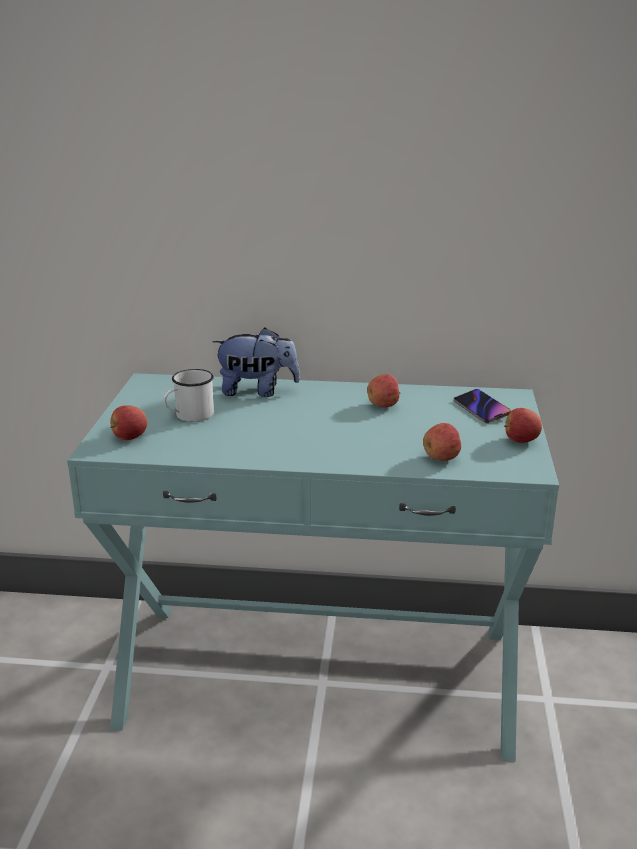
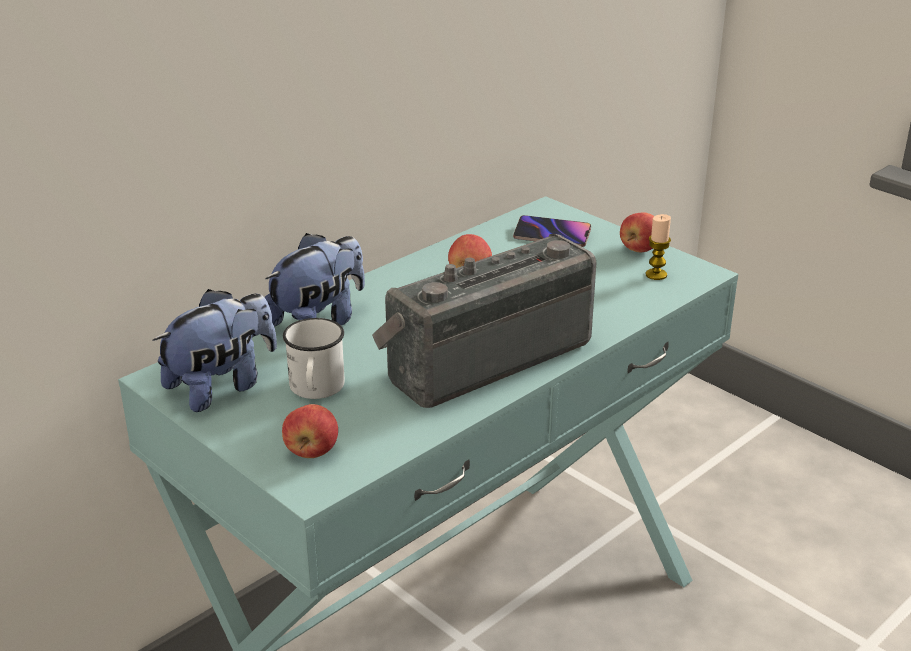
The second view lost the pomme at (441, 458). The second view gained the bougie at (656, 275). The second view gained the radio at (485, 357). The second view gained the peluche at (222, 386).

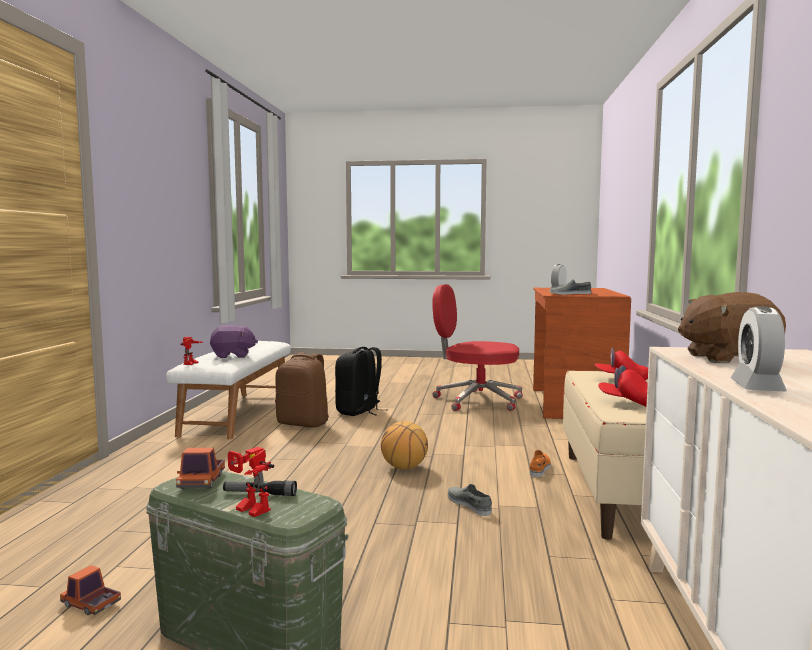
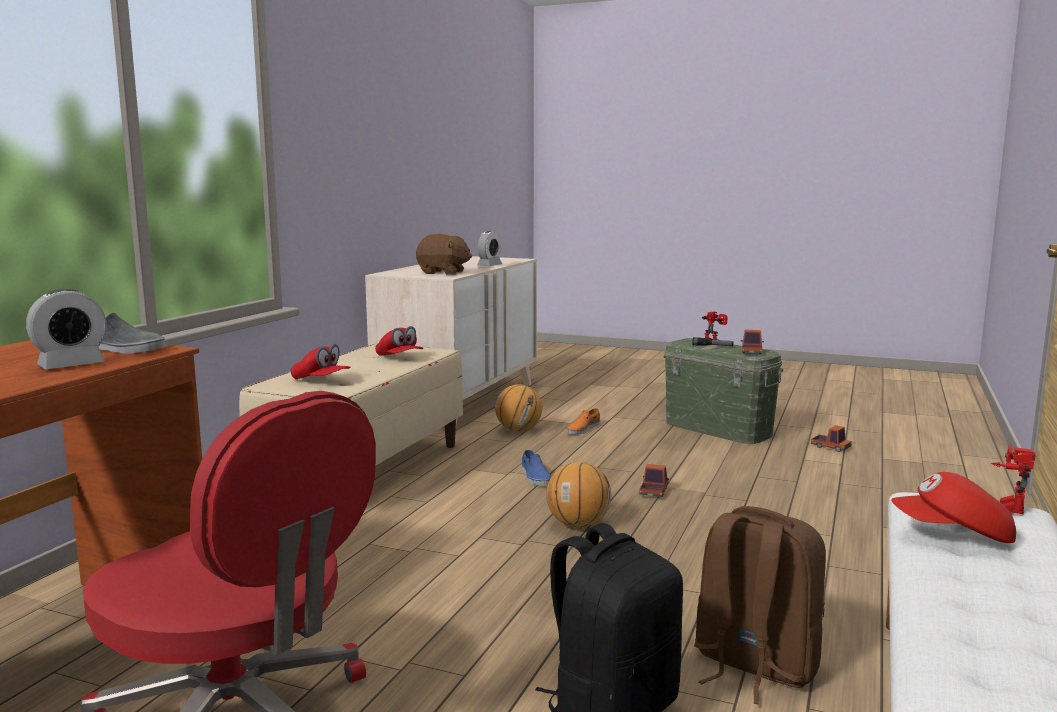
Where the peluche [violet] stood at (233, 356), the casquette [rouge] came to stand at (953, 534). The chaussure [orange] ended up elsewhere, having gone from (539, 468) to (583, 429). What was the chaussure [gris] at (469, 504) turned into the chaussure [bleu] at (535, 477). The second view gained the ballon de basket at (519, 430). The second view gained the camion jouet at (654, 491).

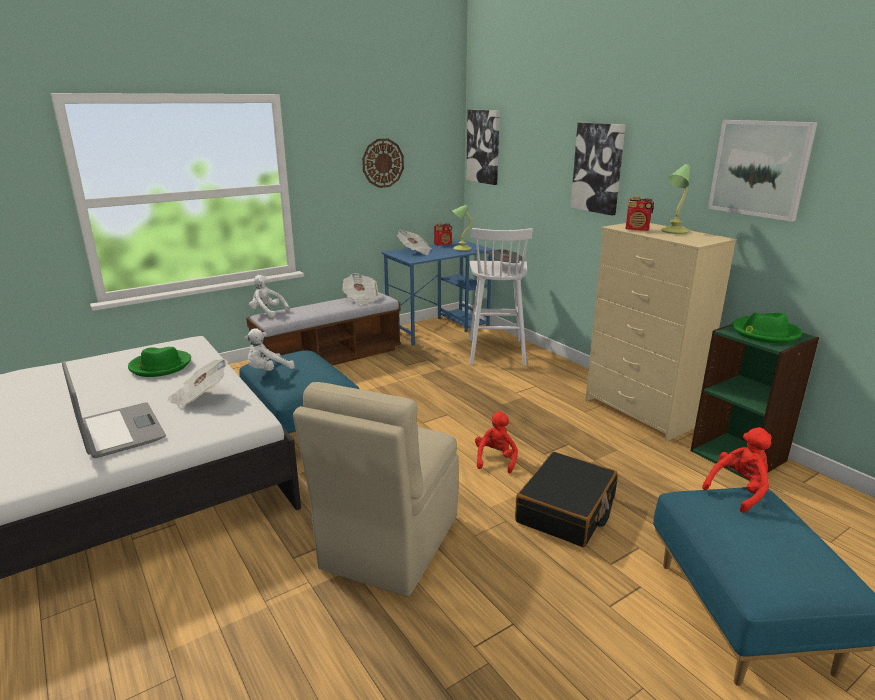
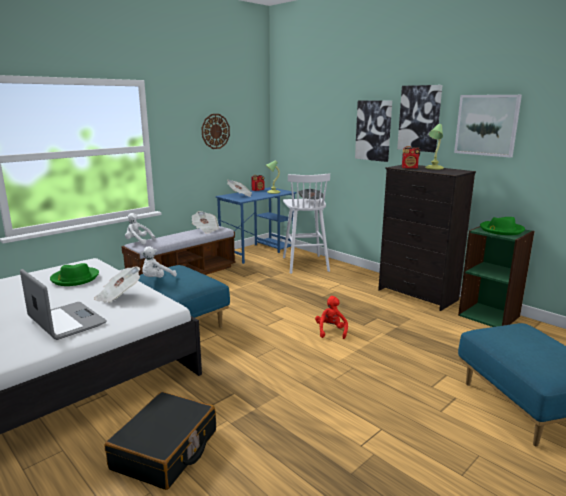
The tableau ended up elsewhere, having gone from (484, 146) to (419, 118). What was the commode [beige] at (640, 413) turned into the commode [noir] at (417, 295). The second view lost the chaise [beige] at (388, 544). The second view lost the peluche [rouge] at (738, 491). The valise [noir] ended up elsewhere, having gone from (566, 510) to (165, 450).

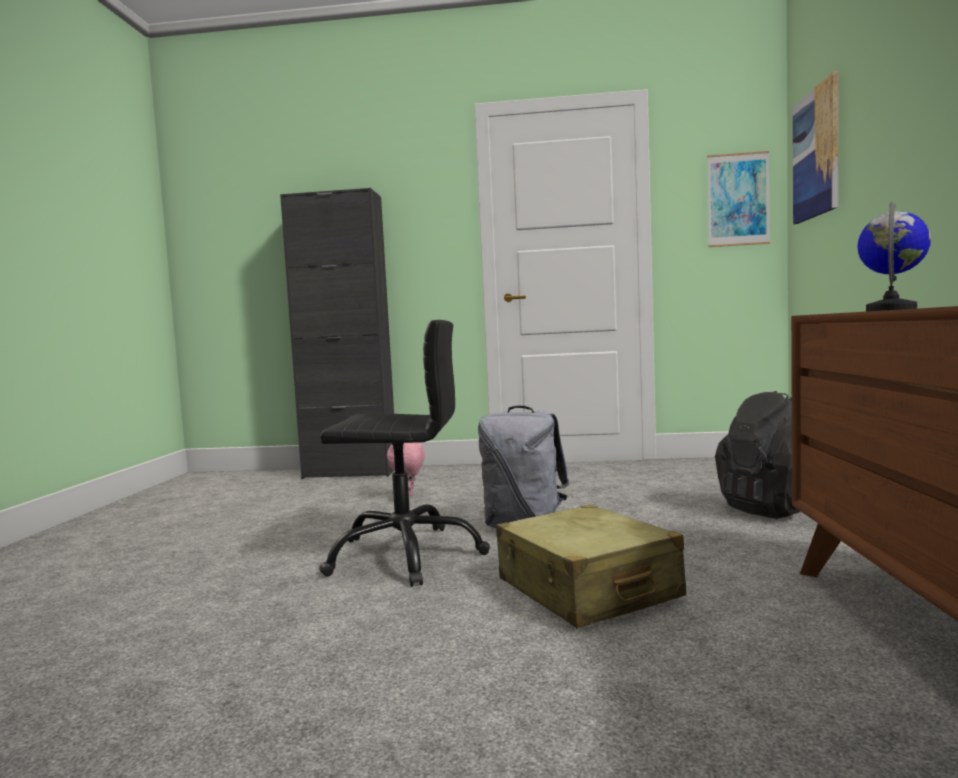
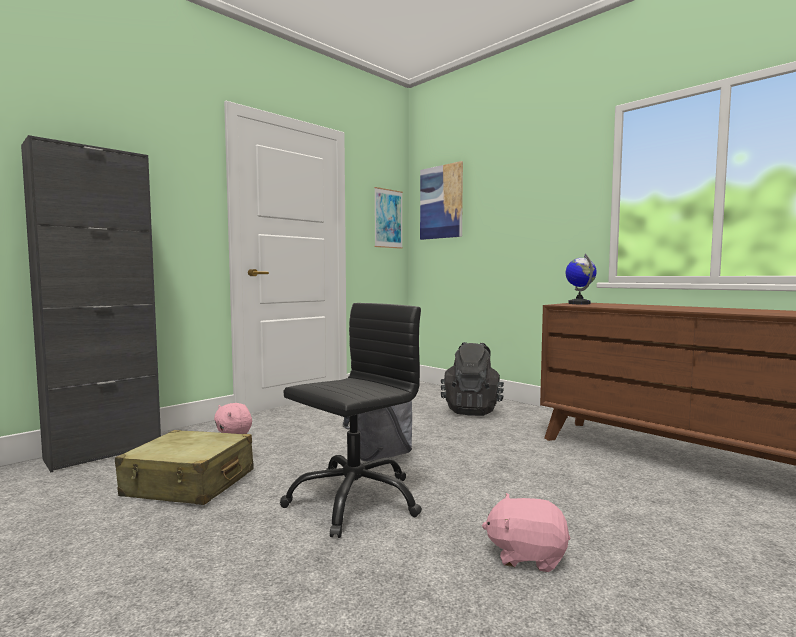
The valise [beige] ended up elsewhere, having gone from (586, 589) to (189, 484). The second view gained the peluche [rose] at (526, 555).

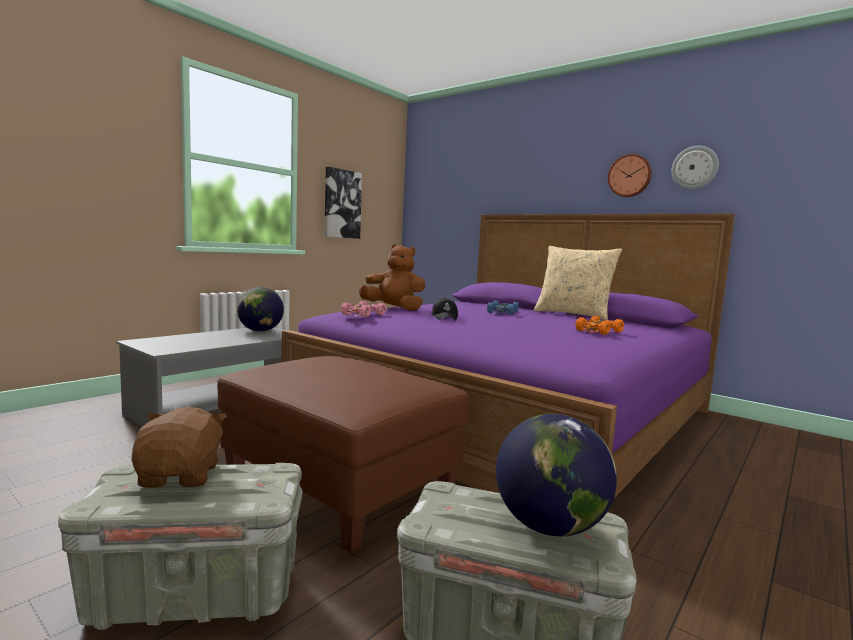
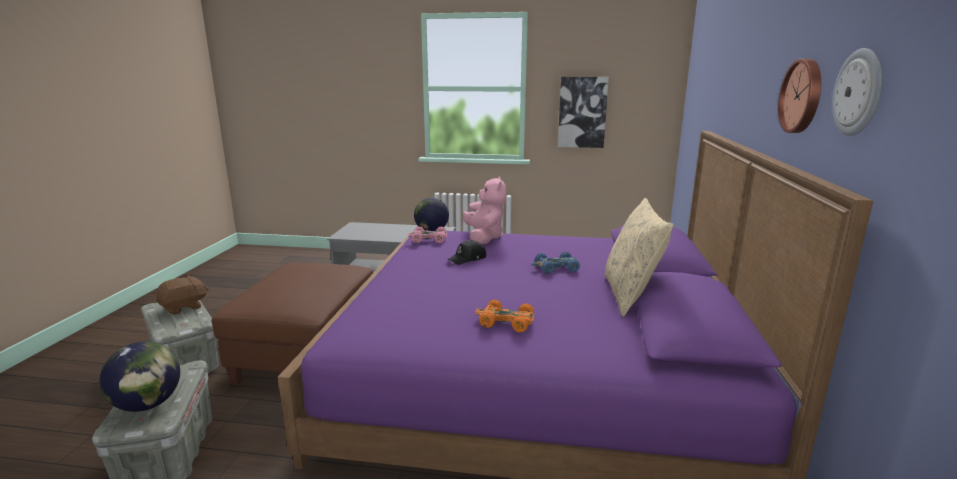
What was the peluche [marron] at (394, 309) turned into the peluche [rose] at (484, 237).

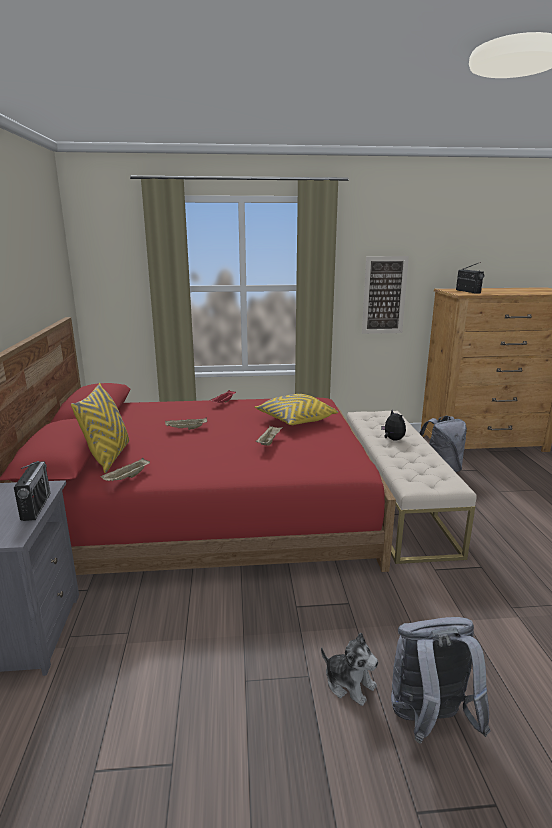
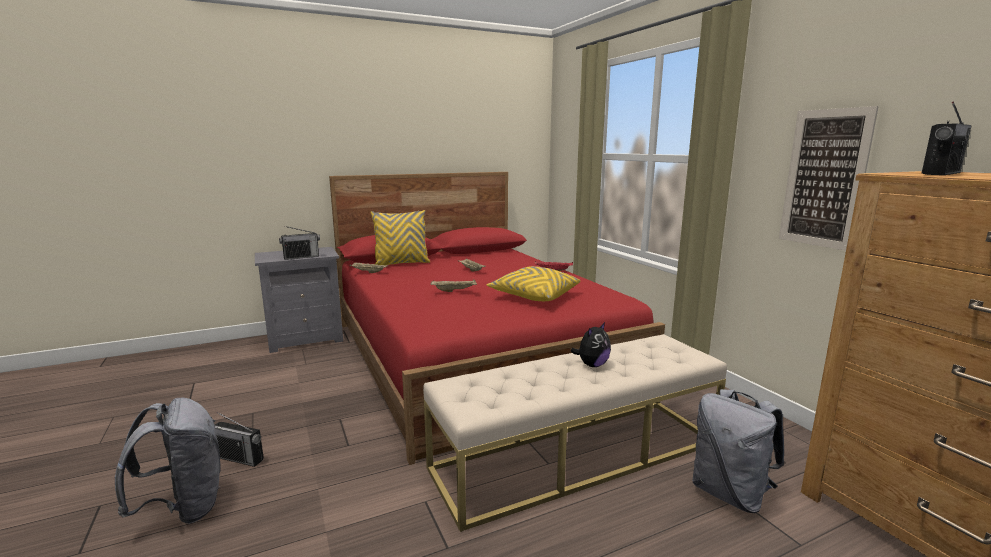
Where the peluche stood at (349, 683), the radio came to stand at (239, 458).

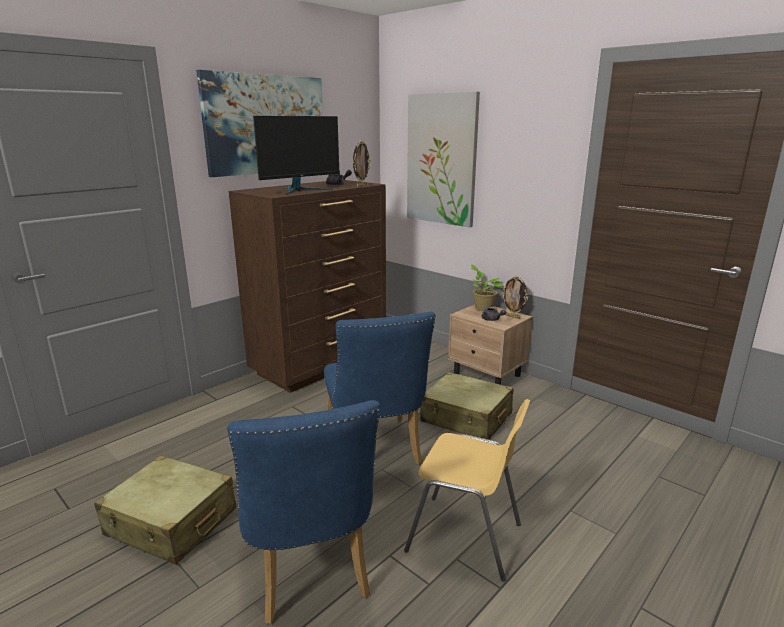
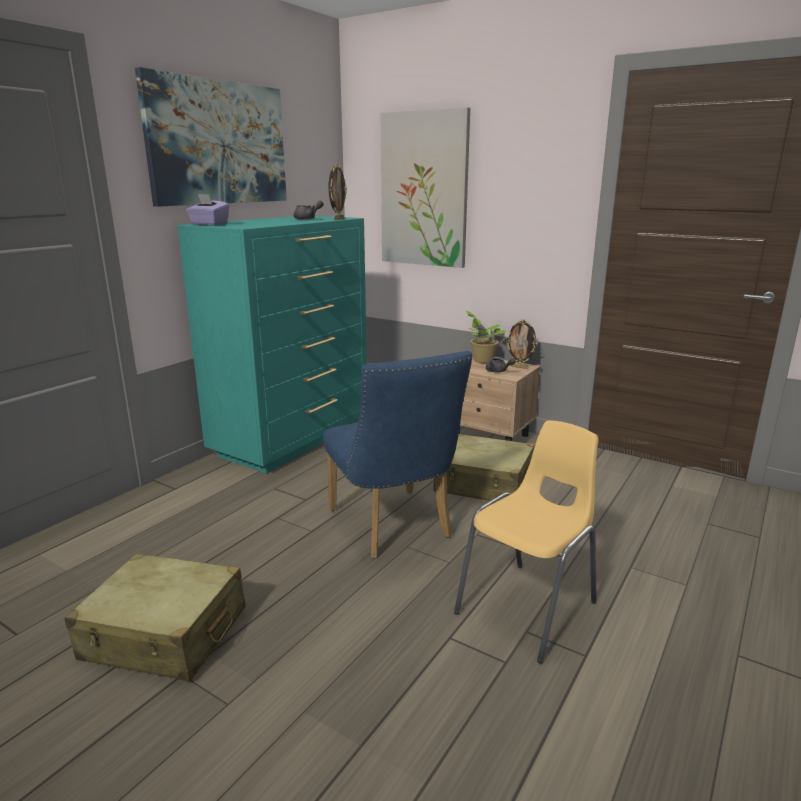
The second view lost the écran d'ordinateur at (301, 190). What was the commode [marron] at (321, 364) turned into the commode [turquoise] at (294, 439). The chaise [jaune] at (465, 537) ended up facing another way, 60 degrees counterclockwise from before. The second view lost the chaise [bleu] at (309, 573). The second view gained the boîte à mouchoirs [violet] at (209, 224).

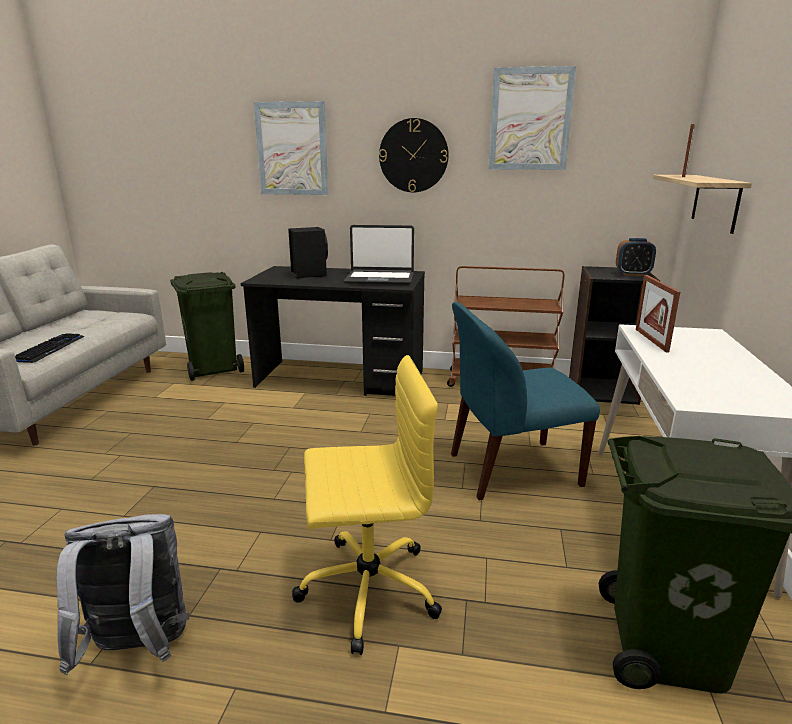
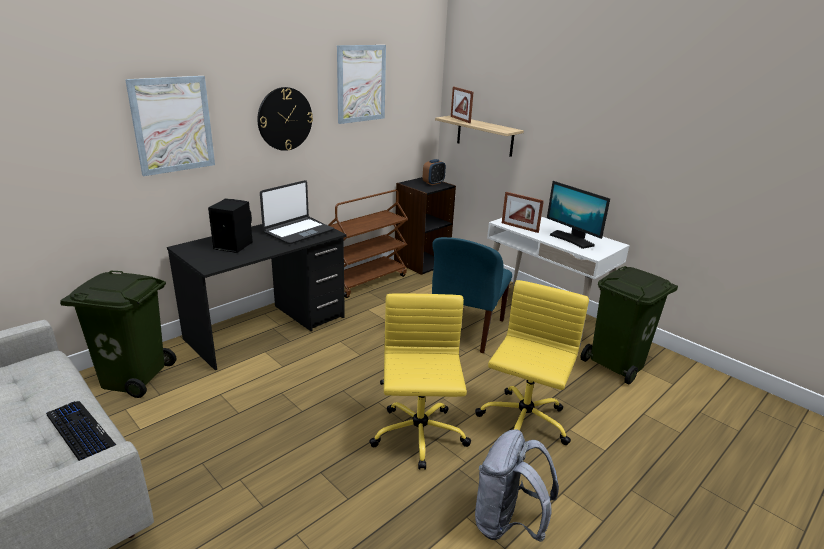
The second view gained the écran d'ordinateur at (572, 239). The second view gained the chaise de bureau [jaune] at (419, 436).

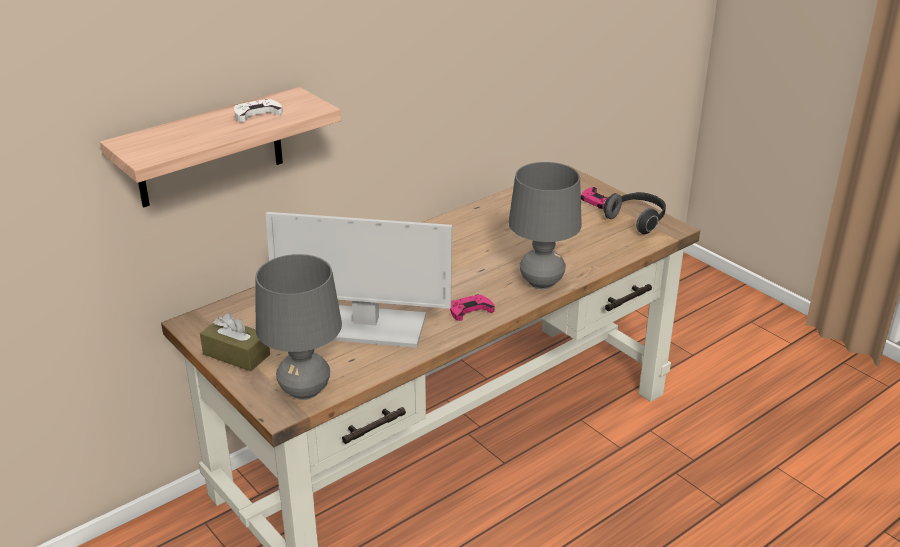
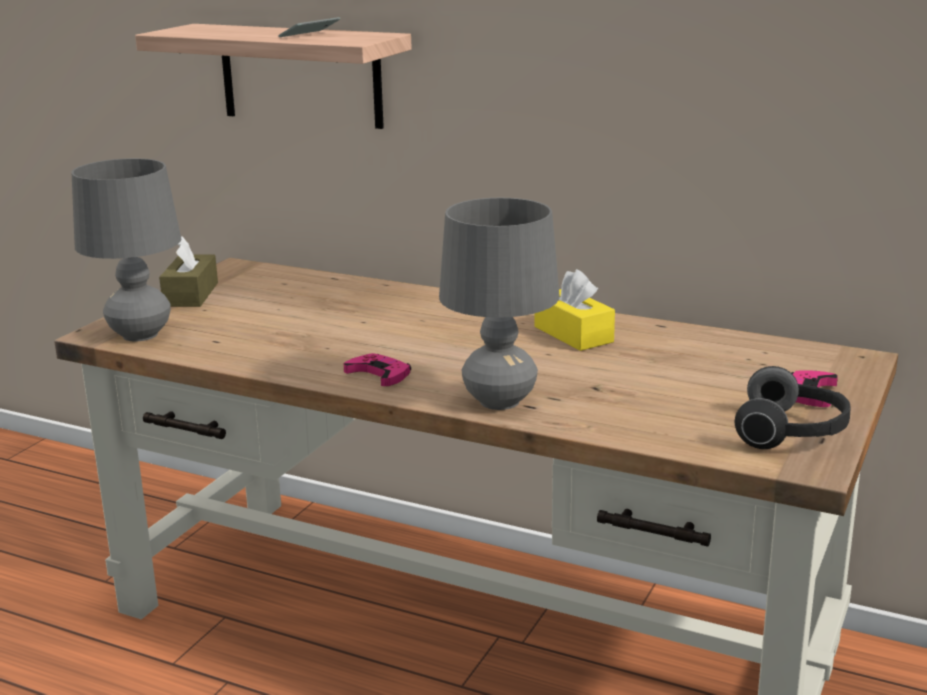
Where the manette [blanc] stood at (257, 114), the téléphone came to stand at (310, 34). The second view lost the écran d'ordinateur at (364, 327). The second view gained the boîte à mouchoirs [jaune] at (573, 334).

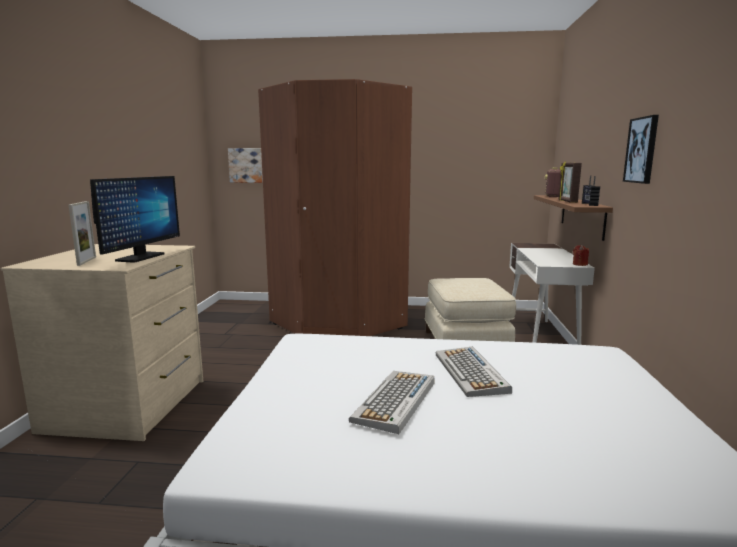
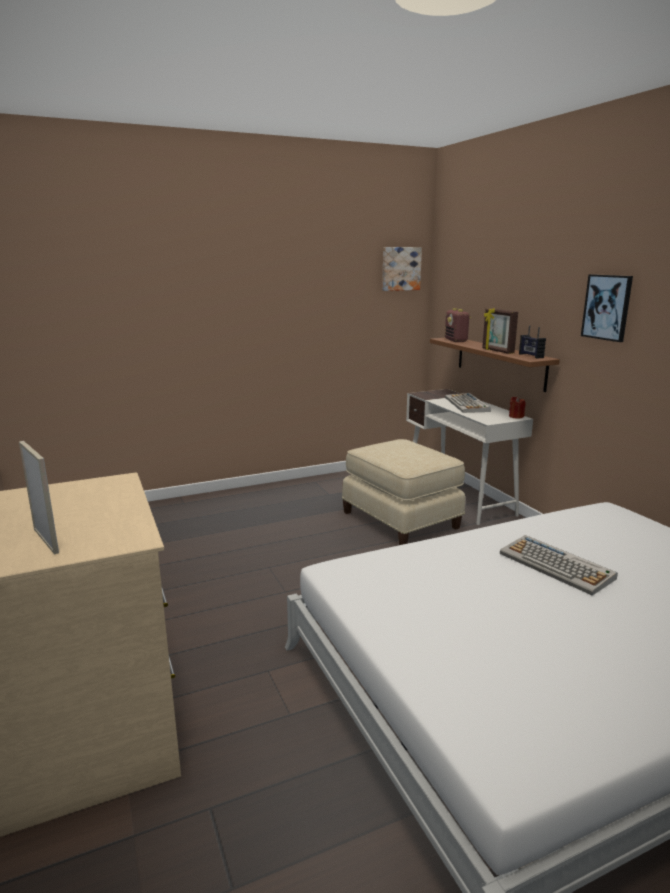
The second view lost the armoire [marron] at (338, 323). The tableau ended up elsewhere, having gone from (246, 165) to (400, 268). The second view lost the écran d'ordinateur at (140, 257). The clavier ended up elsewhere, having gone from (395, 401) to (467, 404).

